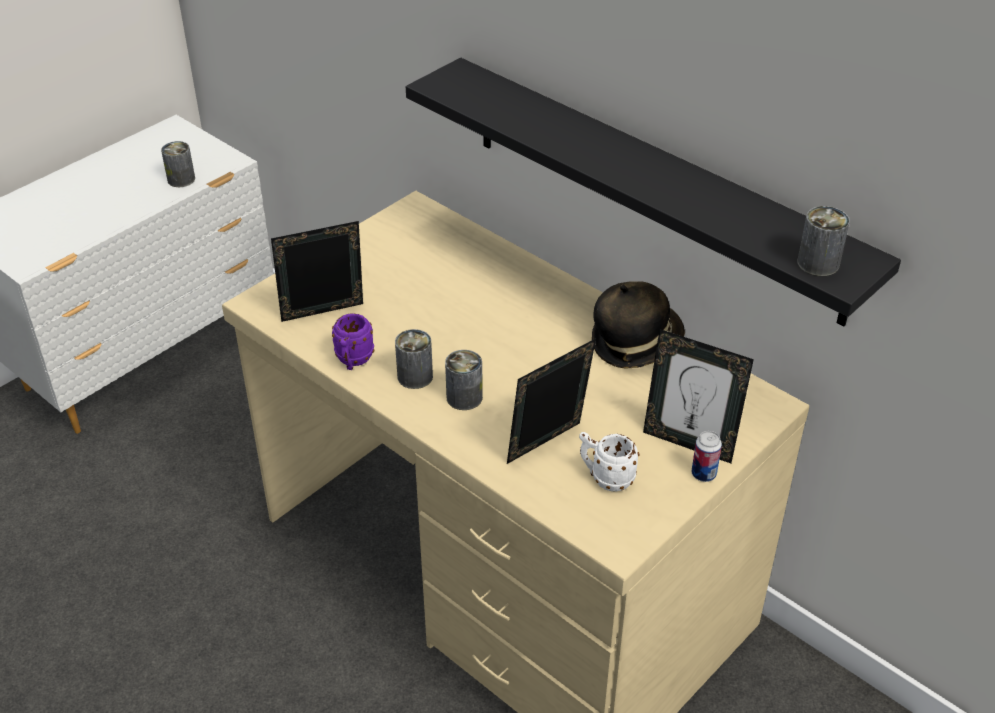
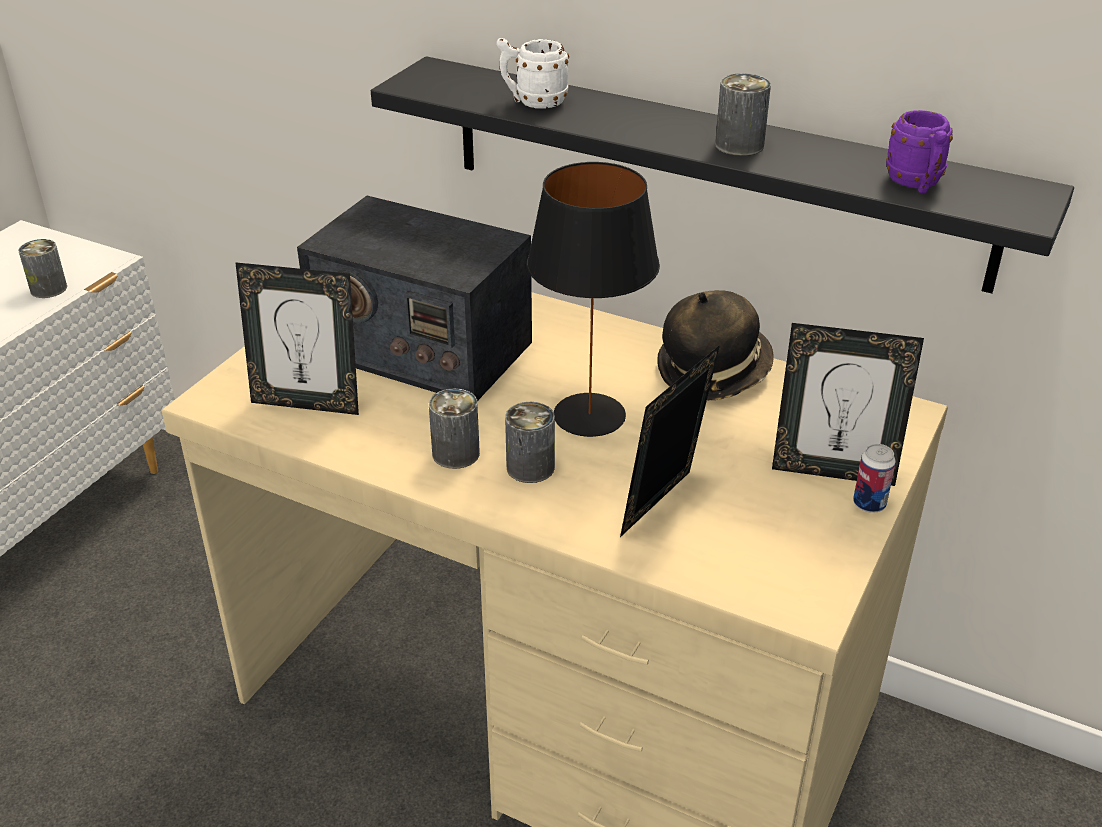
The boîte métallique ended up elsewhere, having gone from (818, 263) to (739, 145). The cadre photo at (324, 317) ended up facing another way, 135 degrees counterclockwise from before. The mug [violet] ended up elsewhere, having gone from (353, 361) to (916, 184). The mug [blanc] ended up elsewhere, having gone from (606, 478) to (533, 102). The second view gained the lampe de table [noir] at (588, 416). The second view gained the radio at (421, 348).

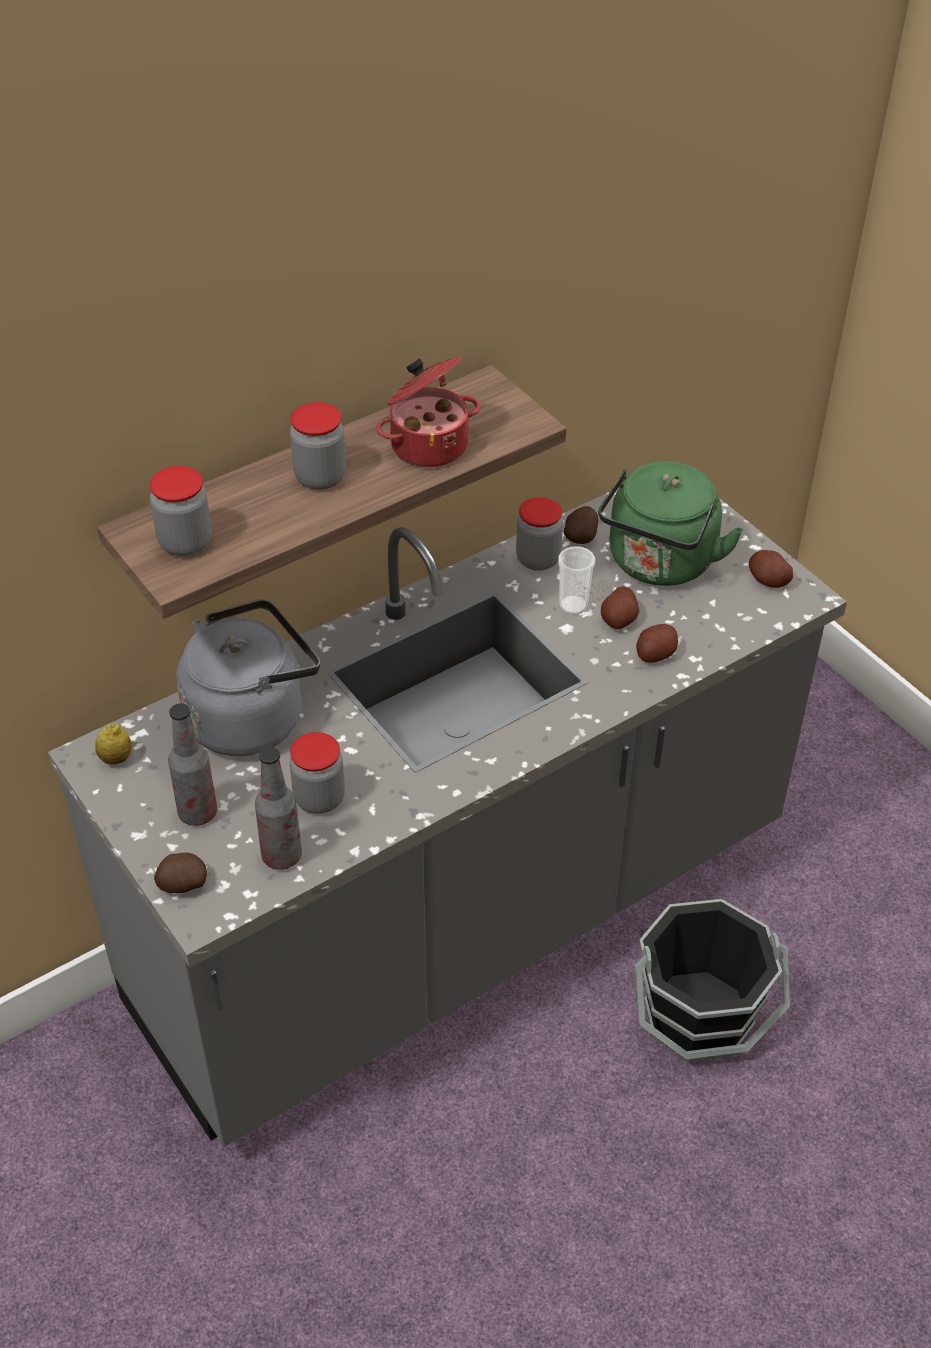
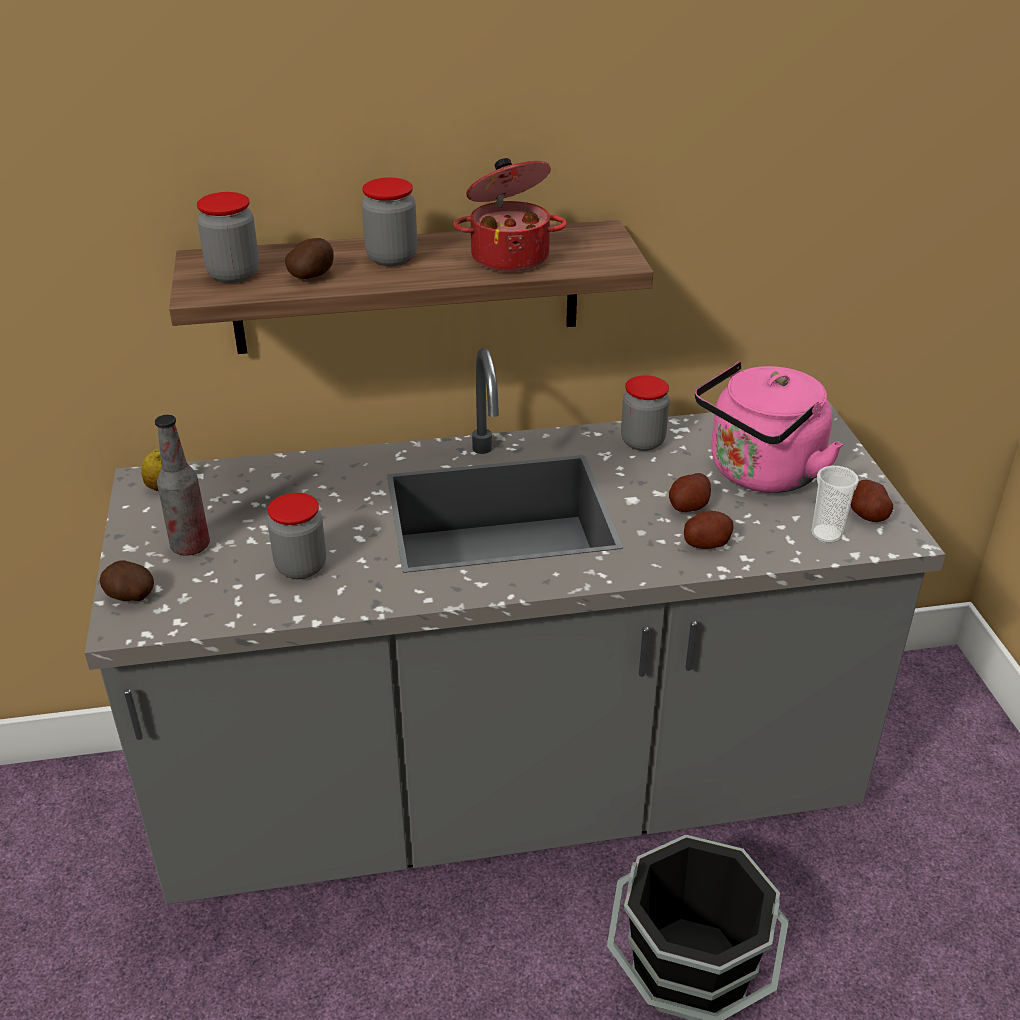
What was the bouilloire [vert] at (659, 564) turned into the bouilloire [rose] at (760, 474). The pomme de terre ended up elsewhere, having gone from (581, 536) to (312, 276). The tasse ended up elsewhere, having gone from (573, 605) to (826, 534). The second view lost the bouilloire [gris] at (251, 717). The second view lost the bouteille at (282, 856).

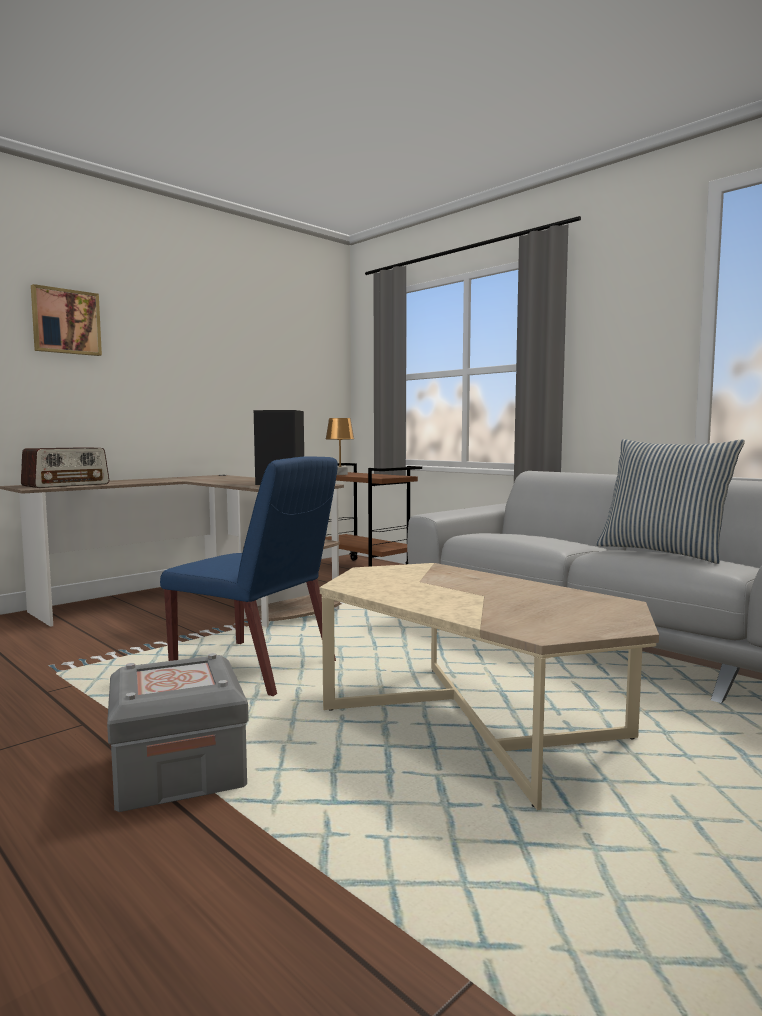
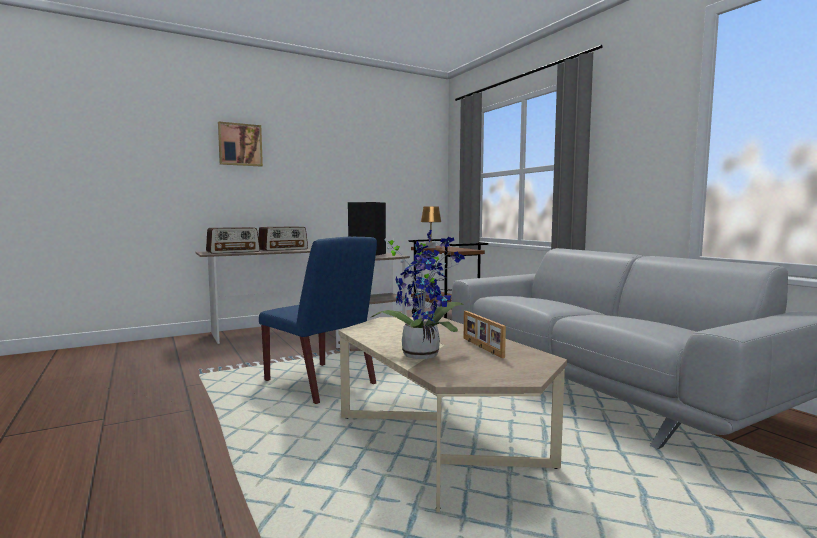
The second view lost the coussin at (663, 552). The second view lost the boîte de rangement [gris] at (178, 771). The second view gained the radio at (283, 249). The second view gained the plante en pot at (423, 353). The second view gained the cadre photo at (481, 347).

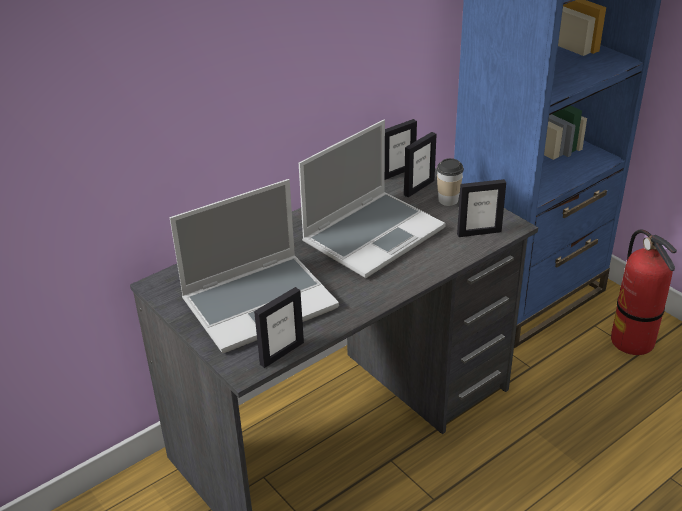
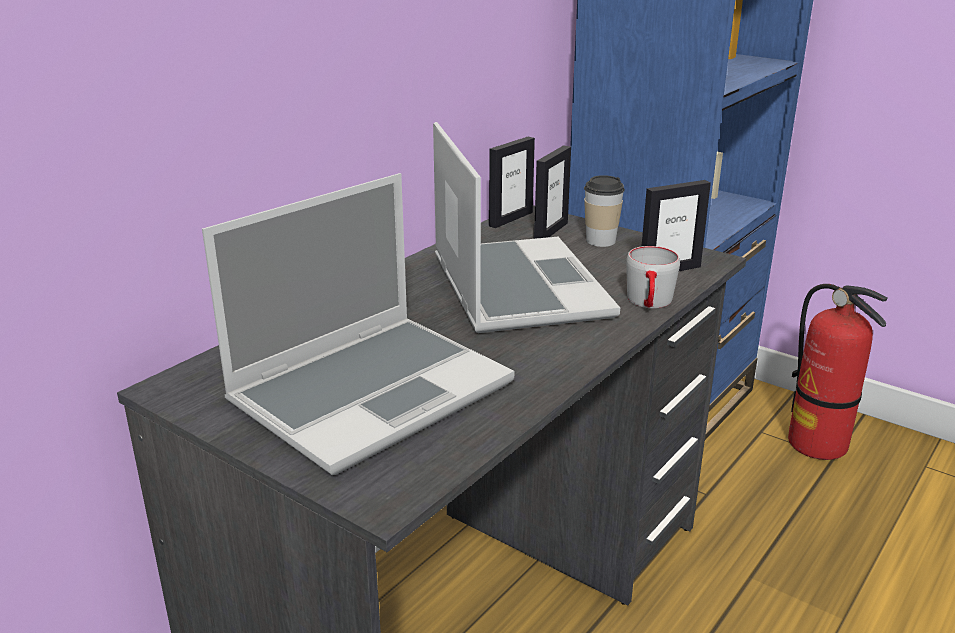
The ordinateur portable at (373, 235) ended up facing another way, 45 degrees counterclockwise from before. The second view lost the cadre photo at (281, 353). The second view gained the mug [gris] at (650, 304).

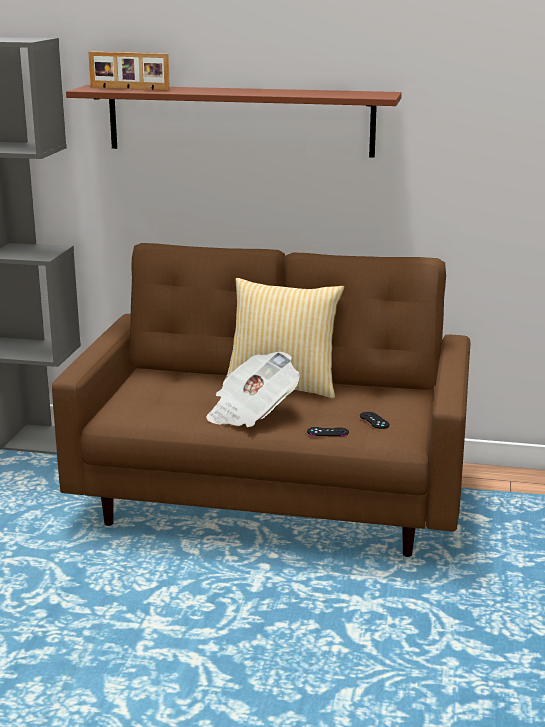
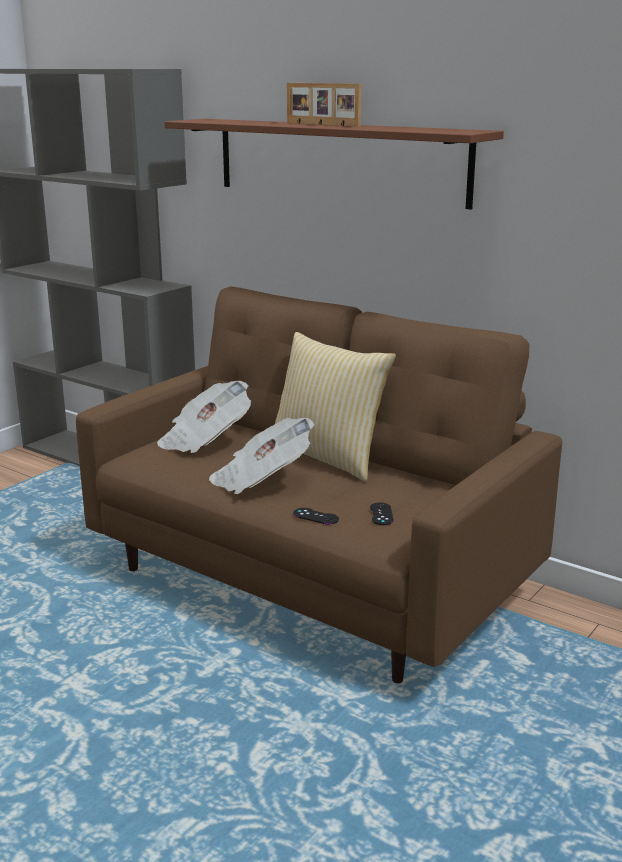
The cadre photo ended up elsewhere, having gone from (129, 88) to (321, 124). The second view gained the journal at (205, 440).

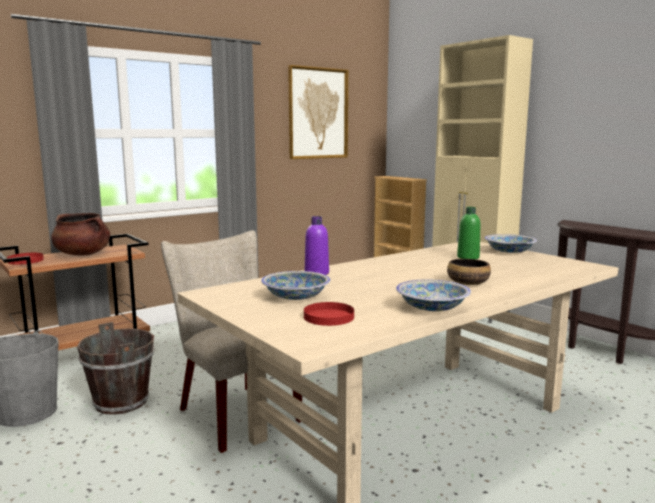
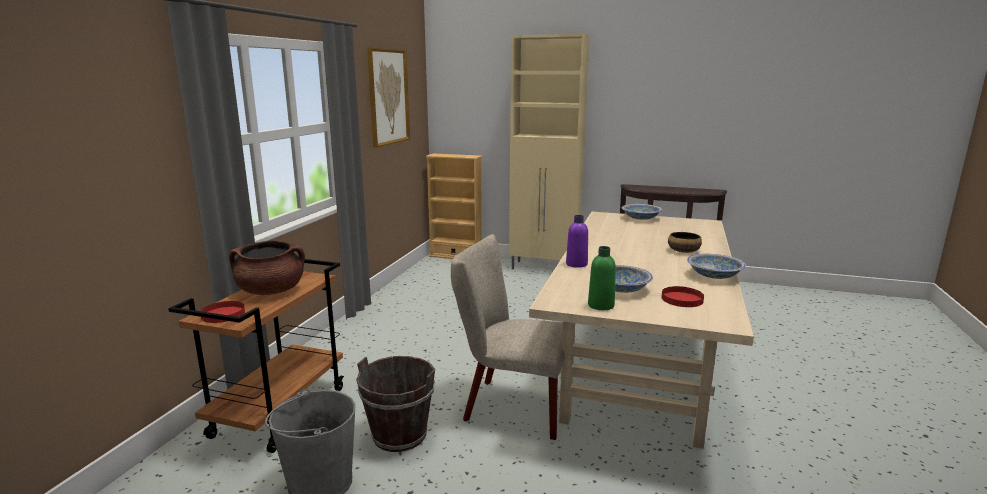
The bouteille [vert] ended up elsewhere, having gone from (468, 257) to (601, 305).

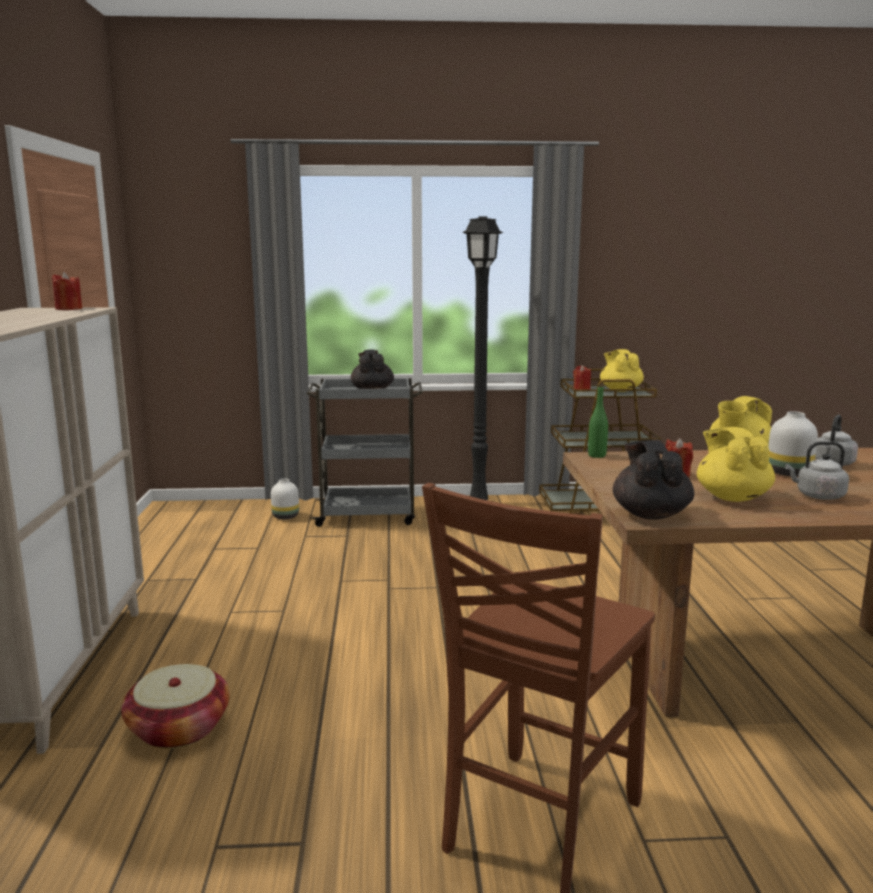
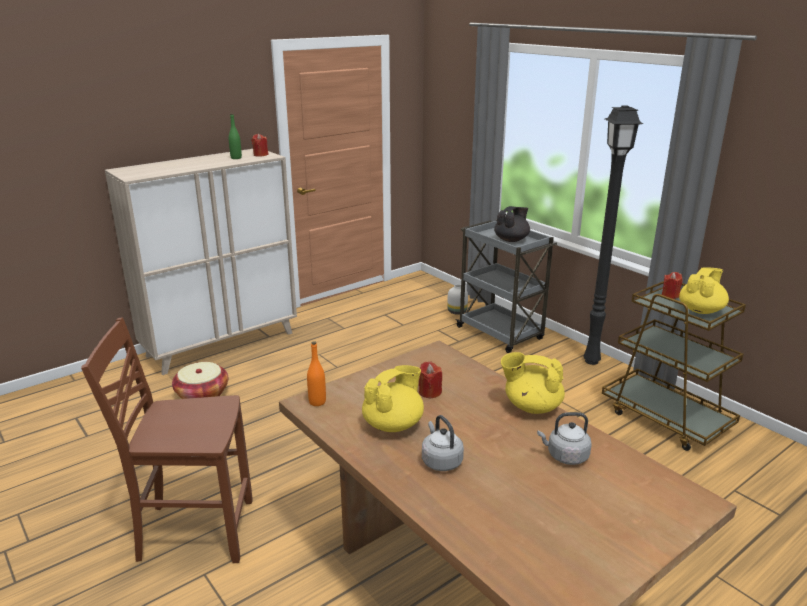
The bouteille [vert] ended up elsewhere, having gone from (597, 455) to (236, 158). The second view lost the vase [blanc] at (788, 473). Where the théière [noir] stood at (650, 514), the bouteille [orange] came to stand at (317, 402).

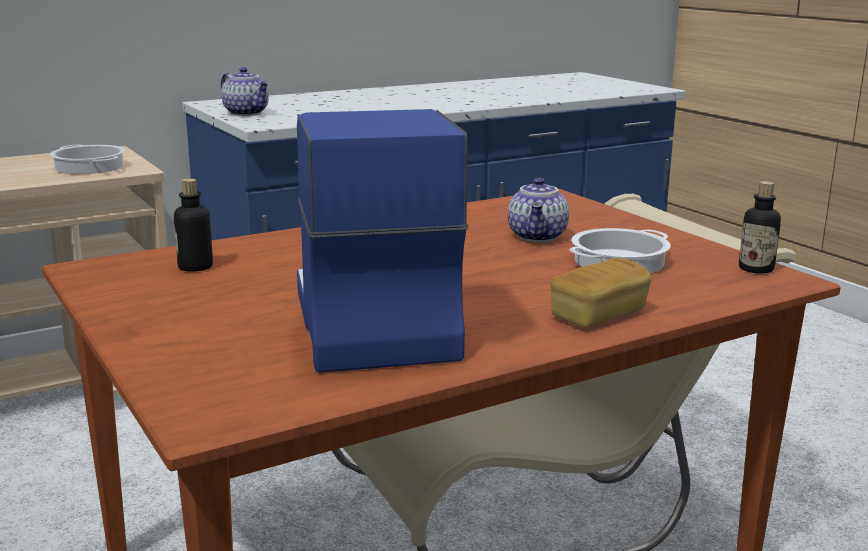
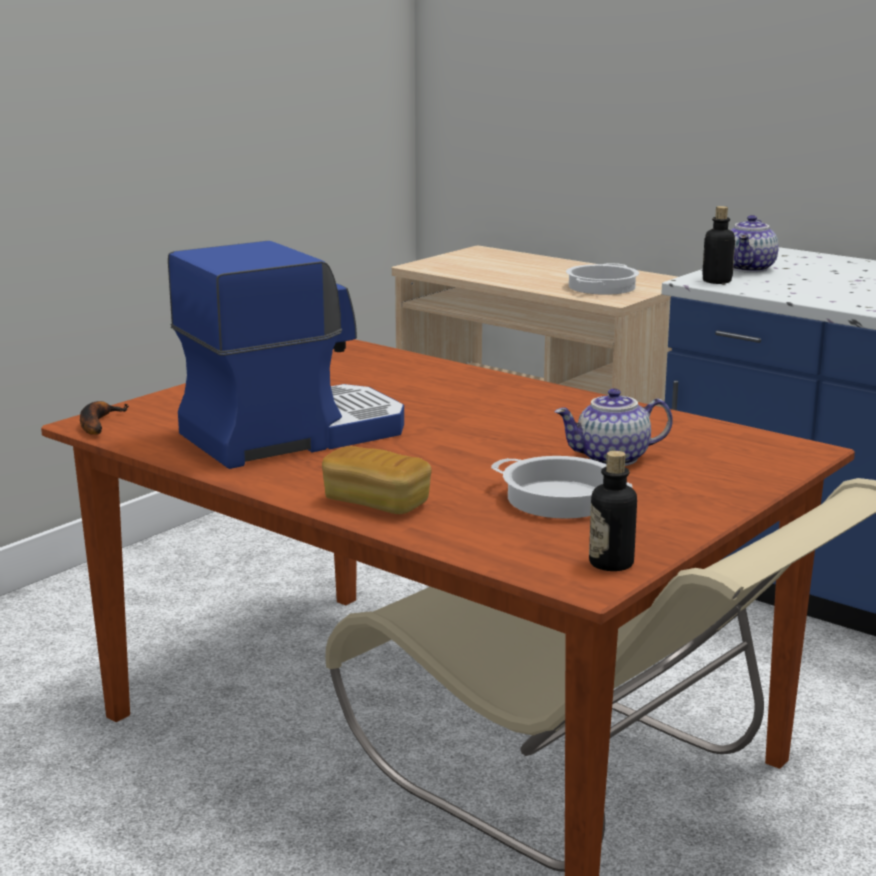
The bouteille ended up elsewhere, having gone from (195, 267) to (717, 281). The second view gained the banane at (97, 424).

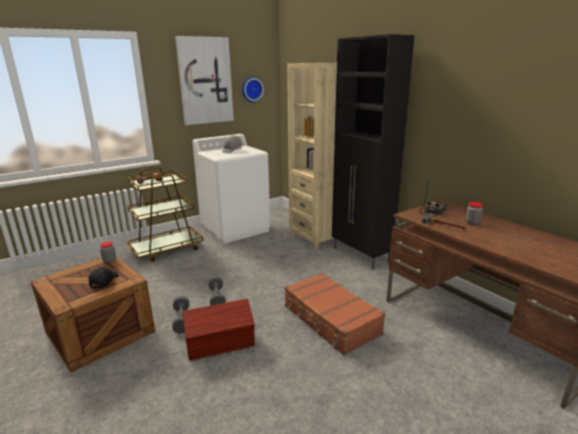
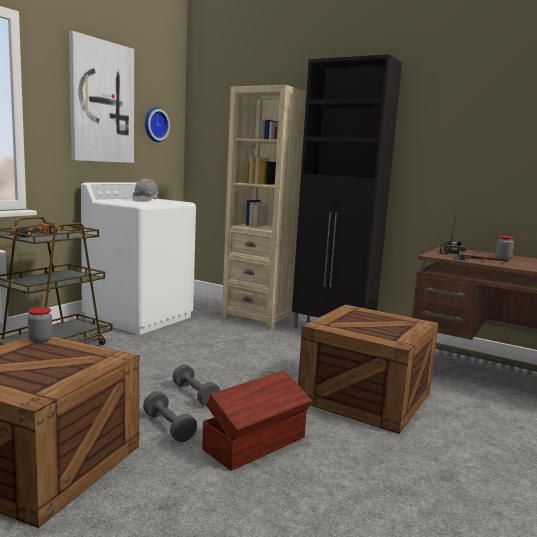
The second view lost the casquette [noir] at (104, 281). Where the valise [marron] stood at (330, 320), the caisse came to stand at (367, 397).

